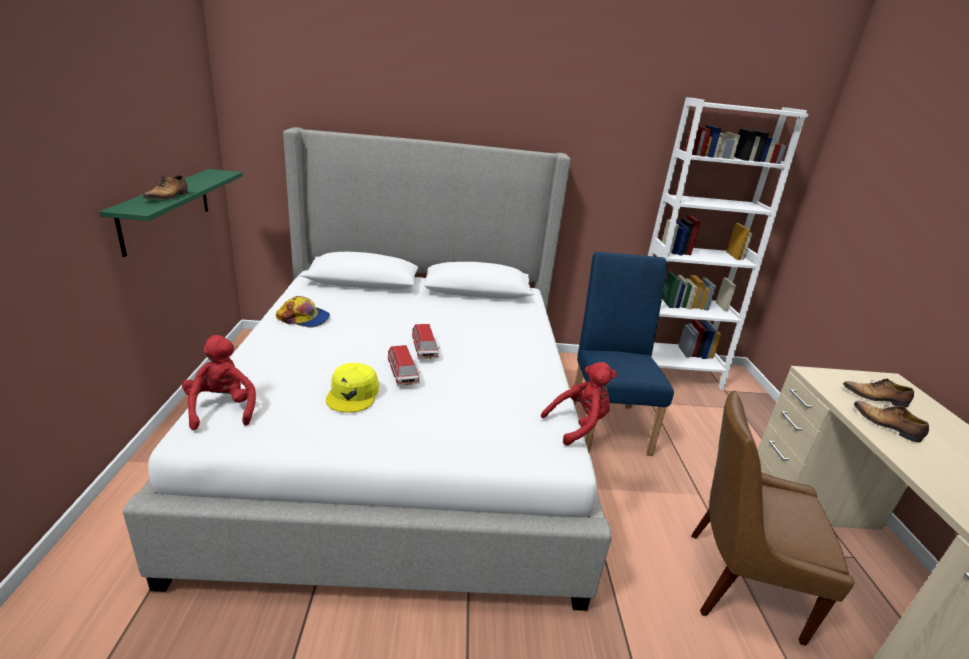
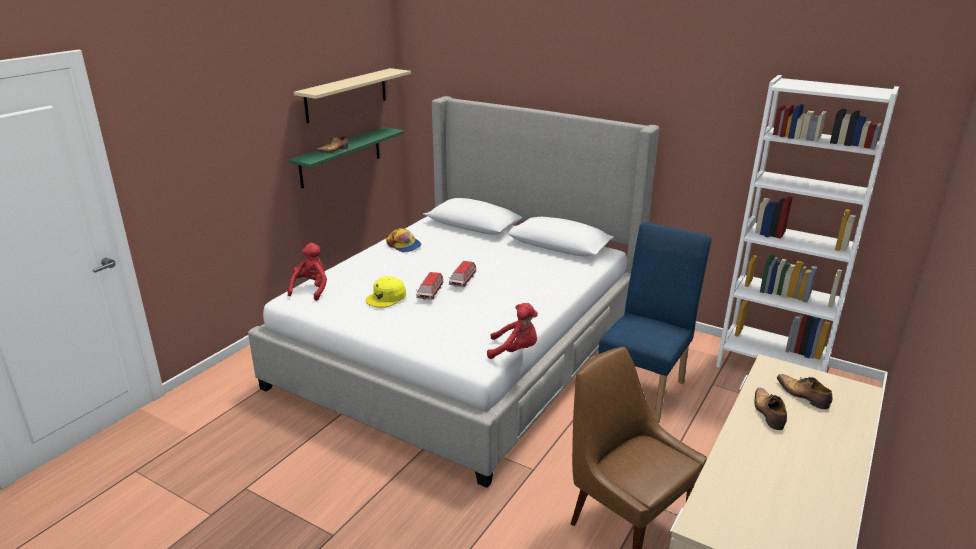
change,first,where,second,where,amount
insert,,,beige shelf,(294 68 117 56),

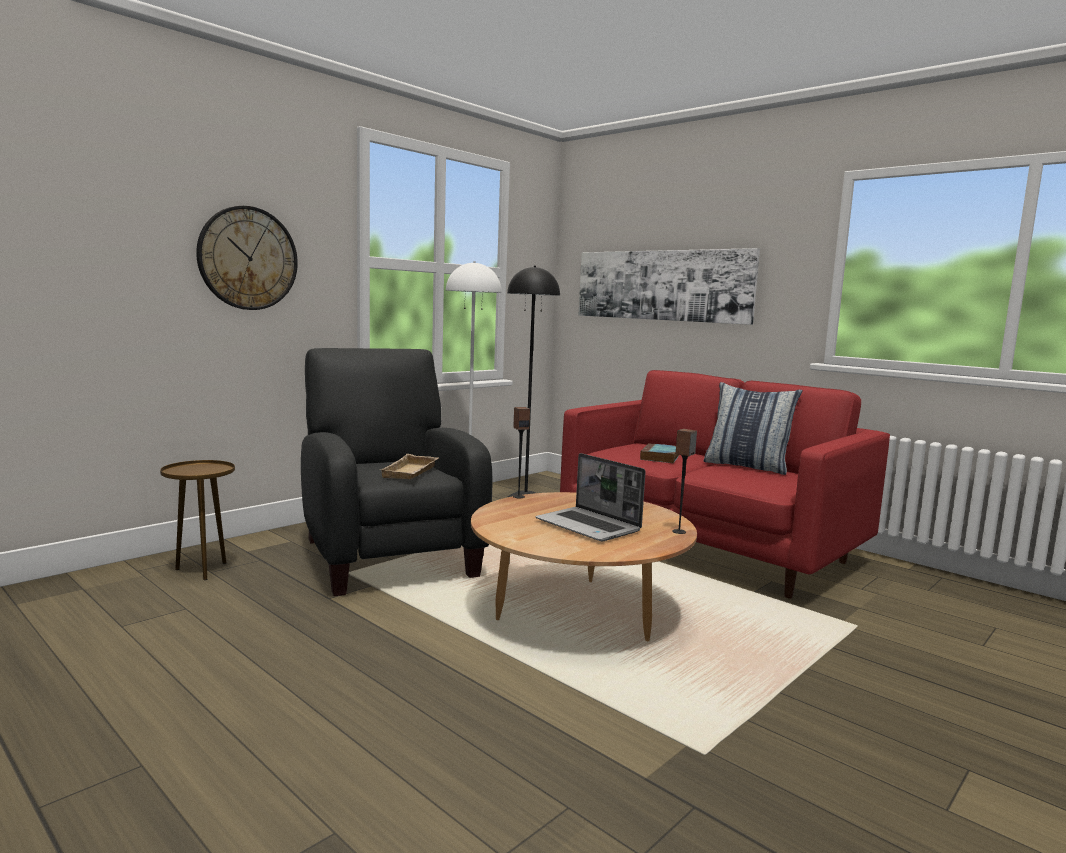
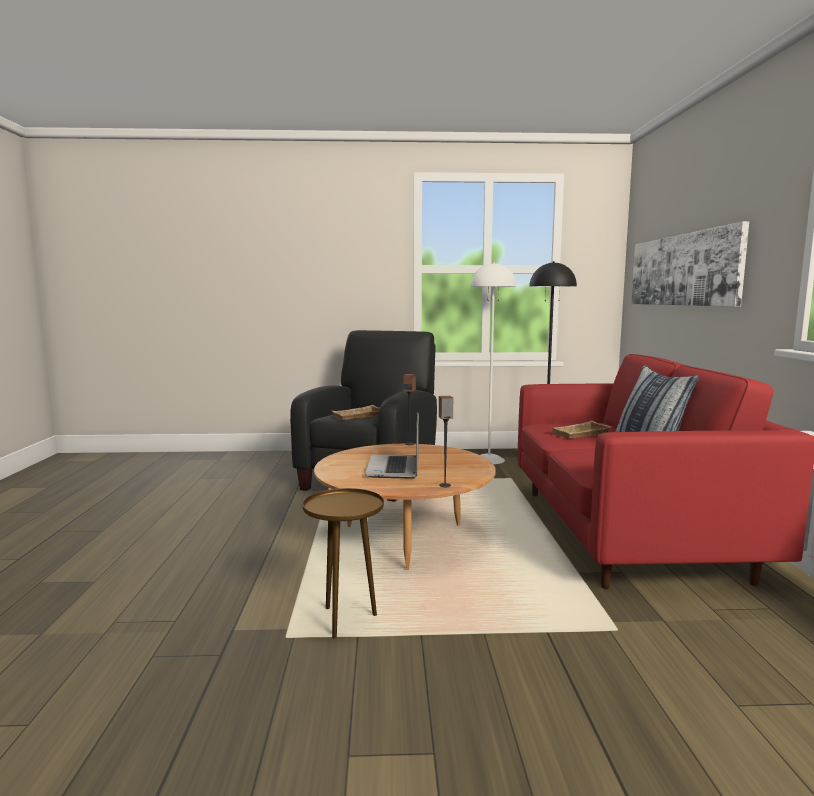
change,first,where,second,where,amount
move,brown side table,(160 460 75 120),,(303 488 81 151),
replace,book,(640 443 39 20),beige tray,(552 421 59 17),
delete,wall clock,(196 206 102 104),,,

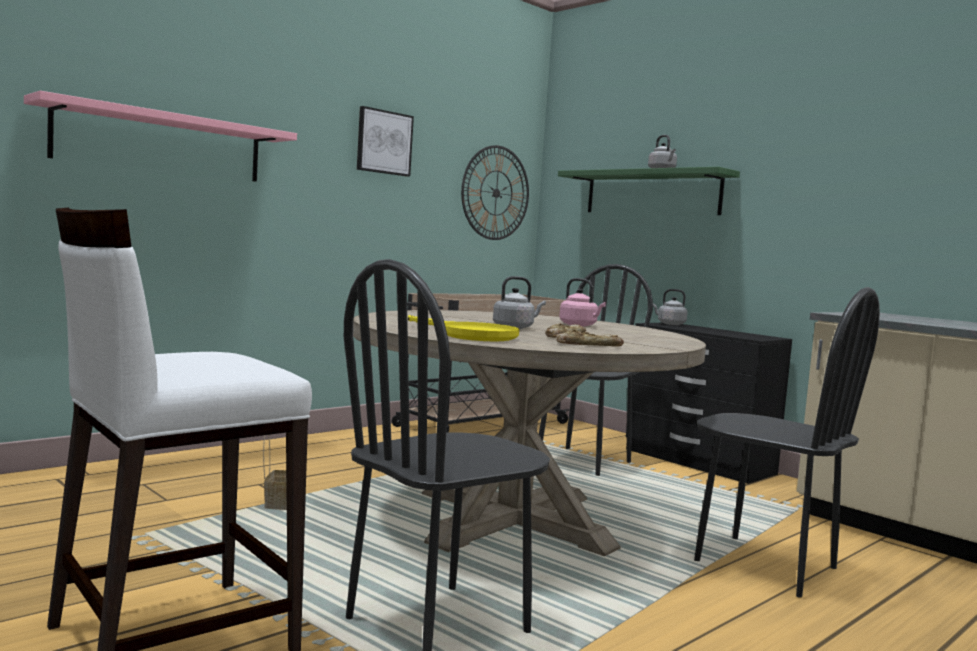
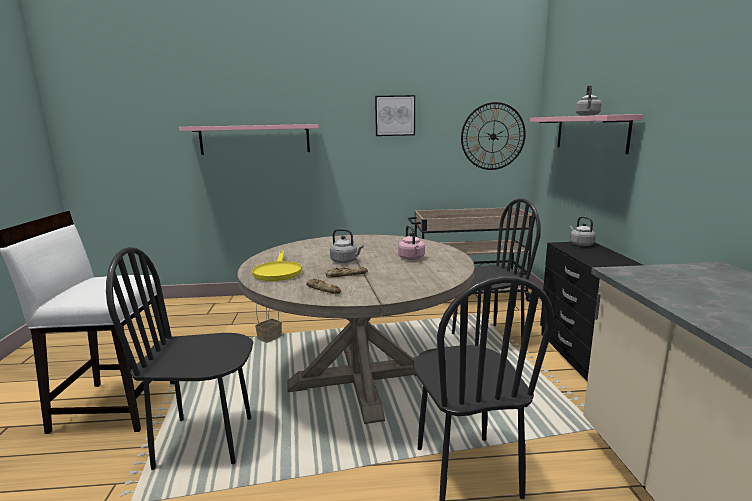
change,first,where,second,where,amount
recolor,green shelf,(558 167 182 48),pink shelf,(530 114 113 40),

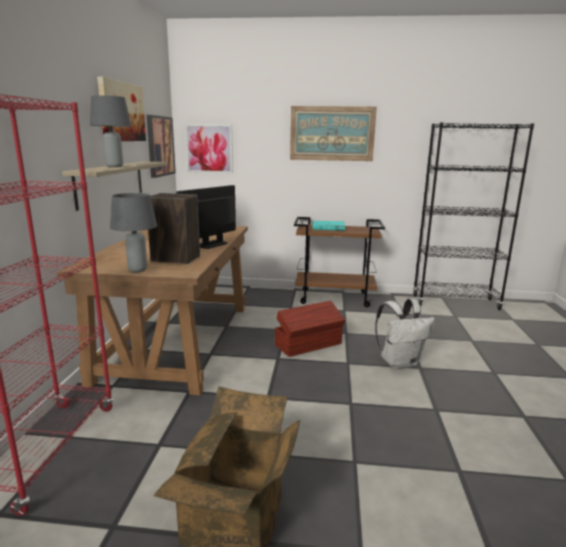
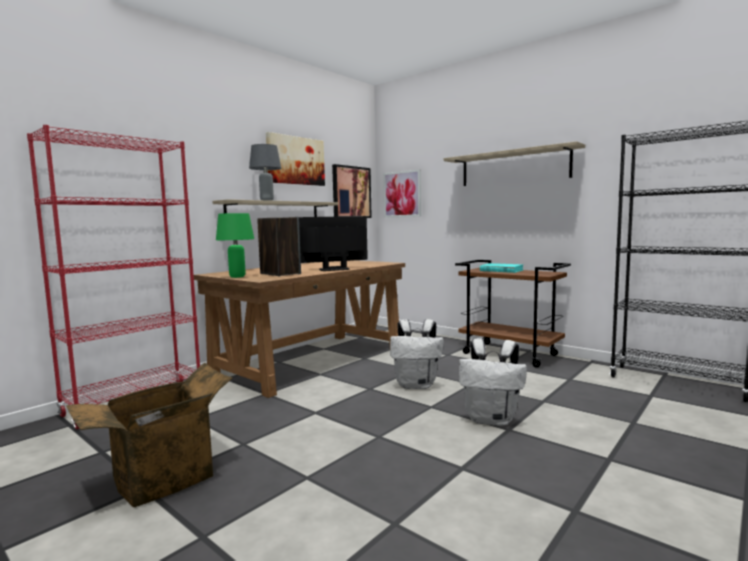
change,first,where,second,where,amount
recolor,grey table lamp,(110 193 47 79),green table lamp,(216 213 38 65),
replace,brown storage box,(275 301 70 56),white backpack,(390 319 54 70),
replace,picture,(290 106 87 55),shelf,(444 141 141 45),

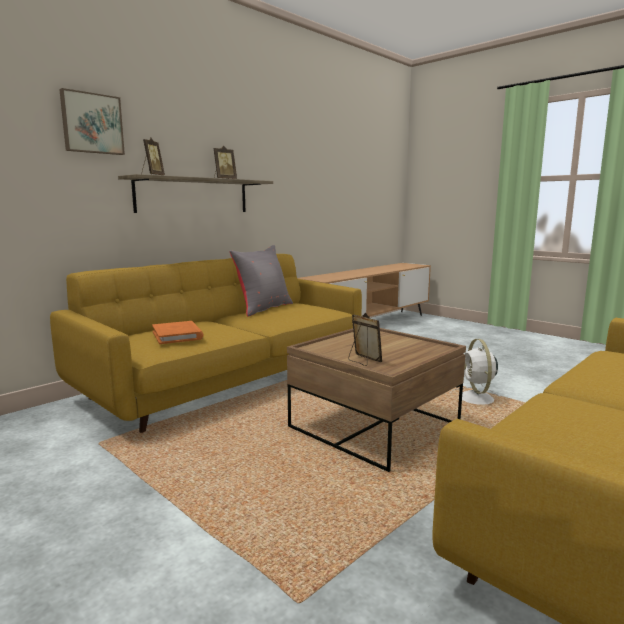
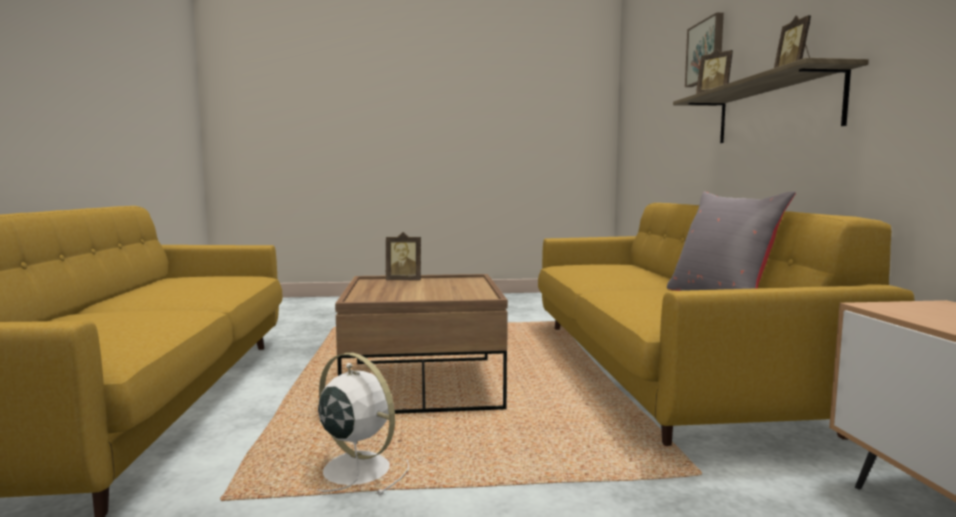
change,first,where,second,where,amount
delete,orange book,(152 321 51 23),,,

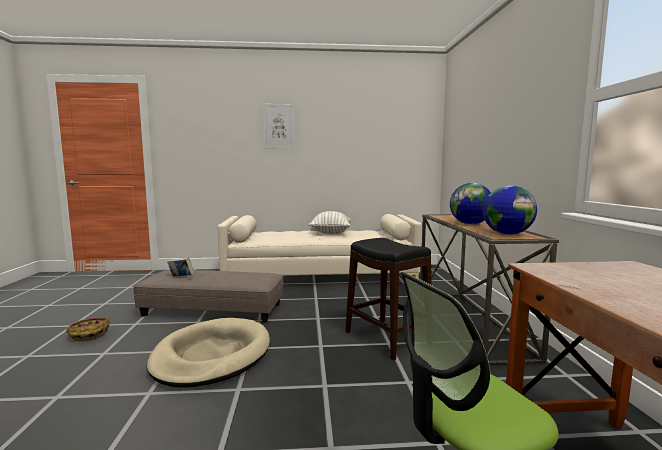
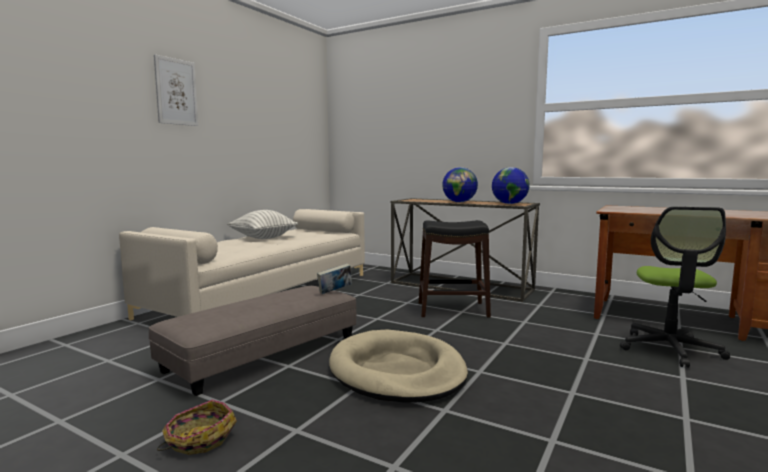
change,first,where,second,where,amount
move,book,(167 258 28 19),,(317 263 35 31),

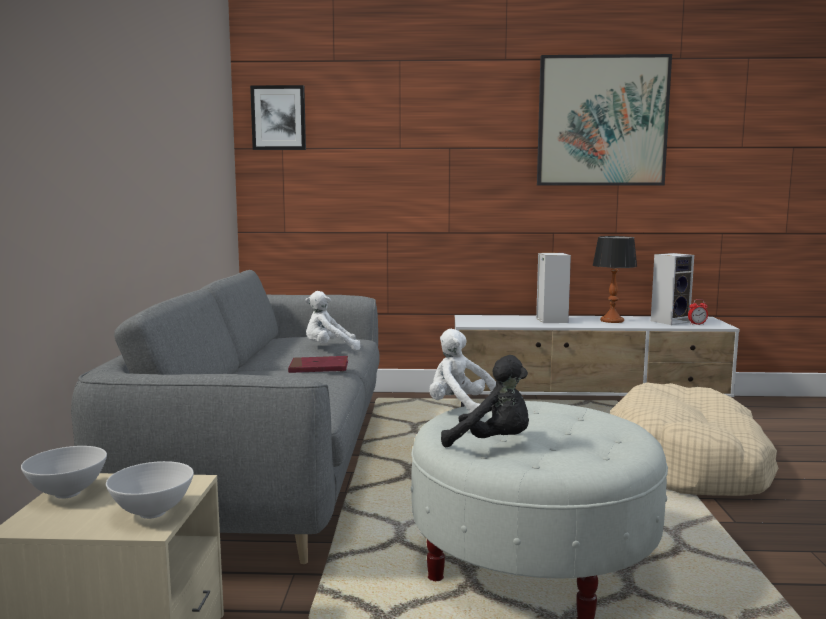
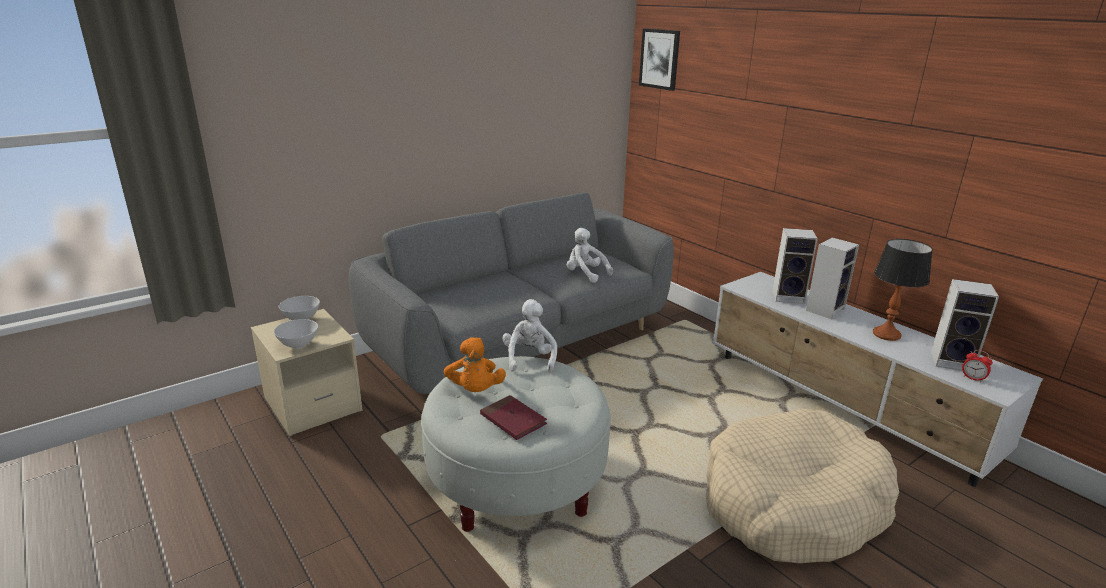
change,first,where,second,where,amount
recolor,black plush toy,(441 355 88 92),orange plush toy,(444 337 62 55),
move,red book,(288 356 60 17),,(480 395 67 45),
insert,,,speaker,(772 228 46 76),
delete,picture,(537 54 135 131),,,

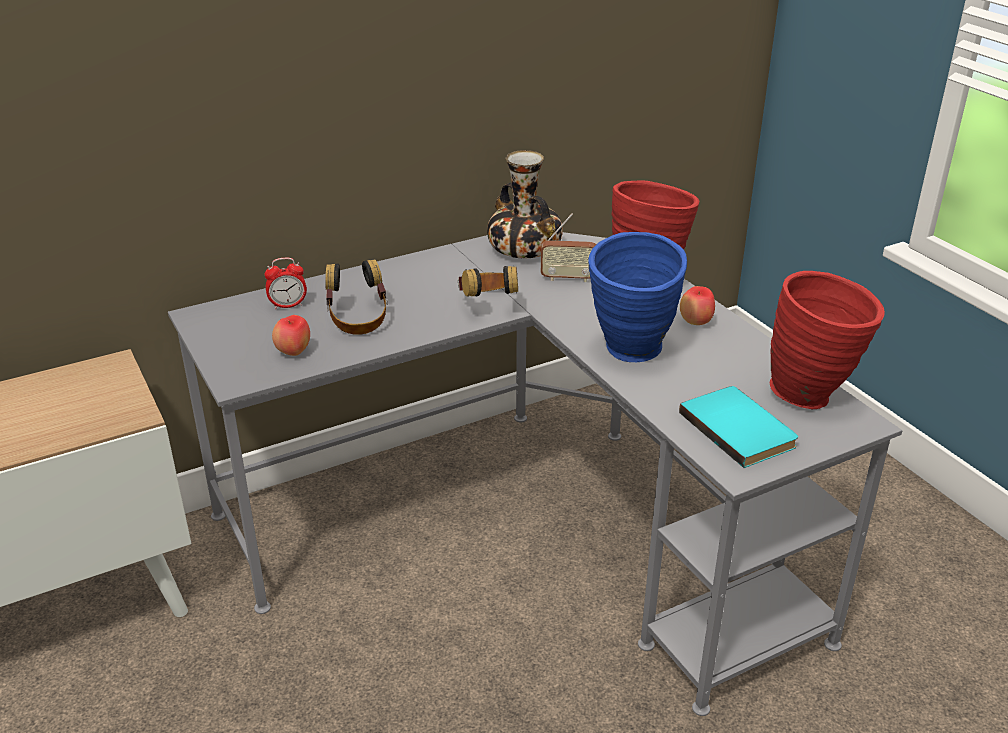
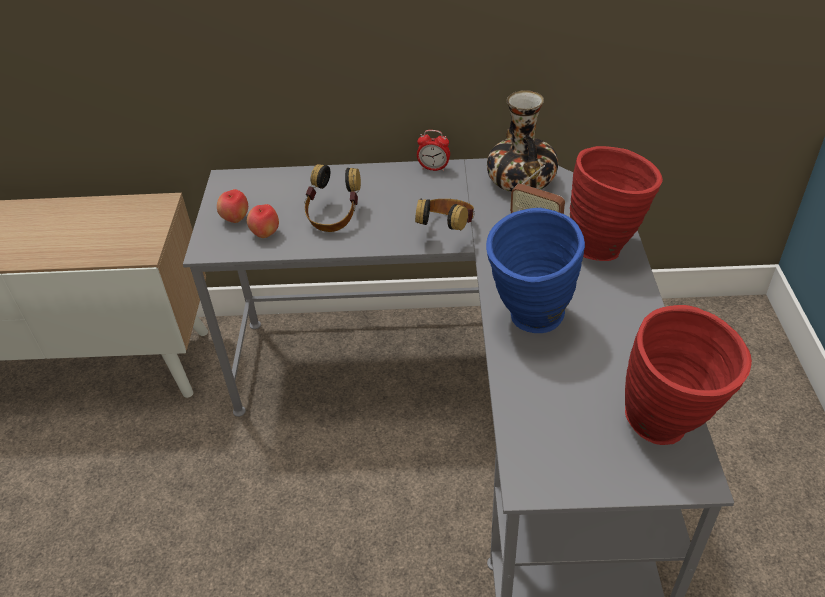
change,first,where,second,where,amount
move,apple,(680 286 35 39),,(217 189 31 34),
move,alarm clock,(264 258 43 51),,(417 130 33 41),
delete,turquoise book,(679 386 119 82),,,

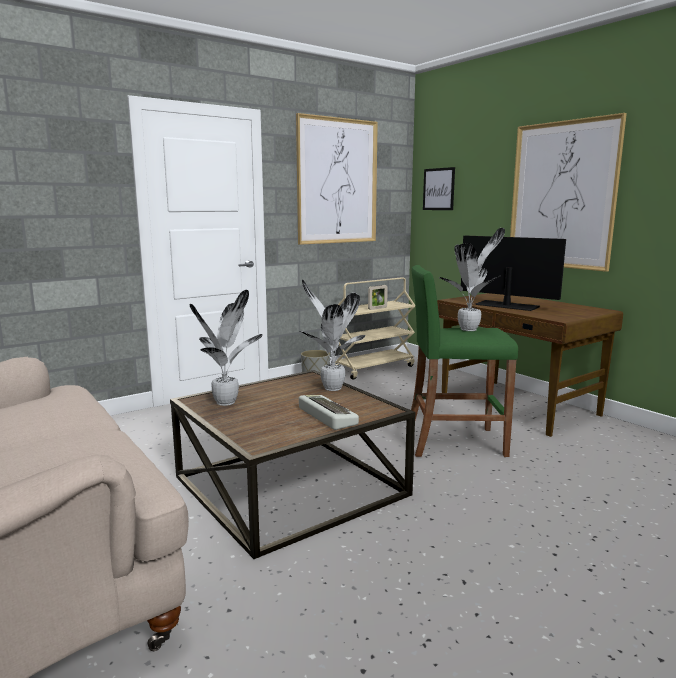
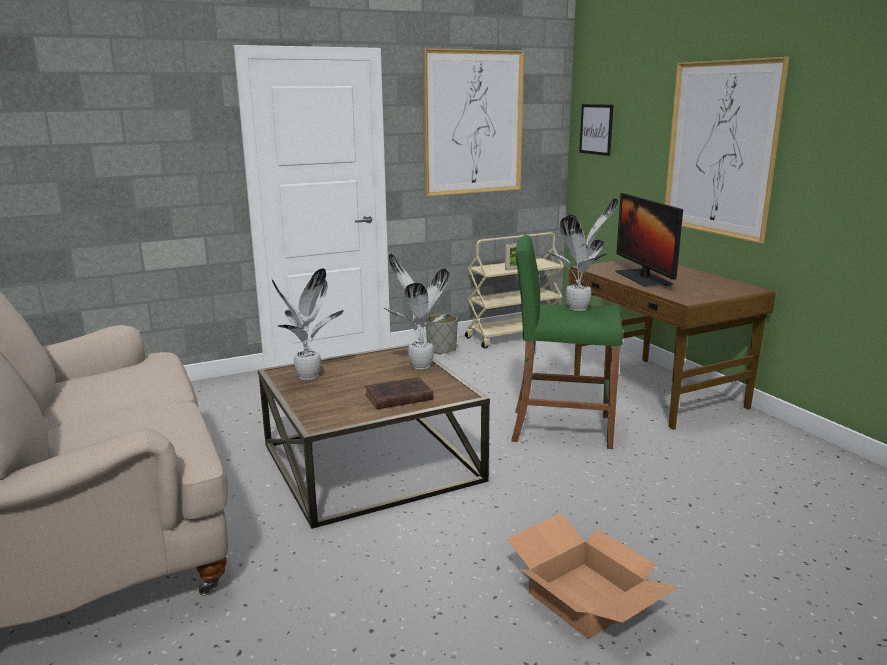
change,first,where,second,where,amount
replace,keyboard,(299 395 60 35),brown book,(365 377 68 32),
insert,,,cardboard box,(506 513 173 126),
rotate,monitor,(461 236 105 75),,(616 193 67 94),150 degrees counterclockwise

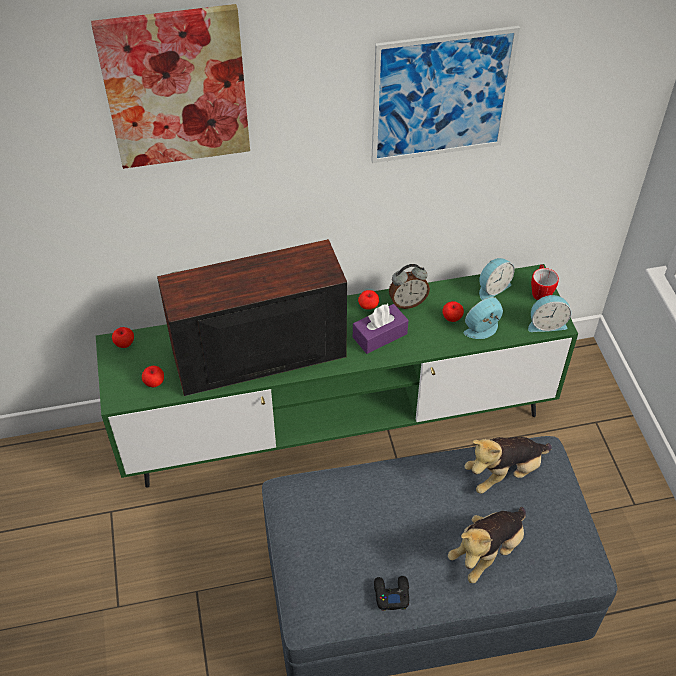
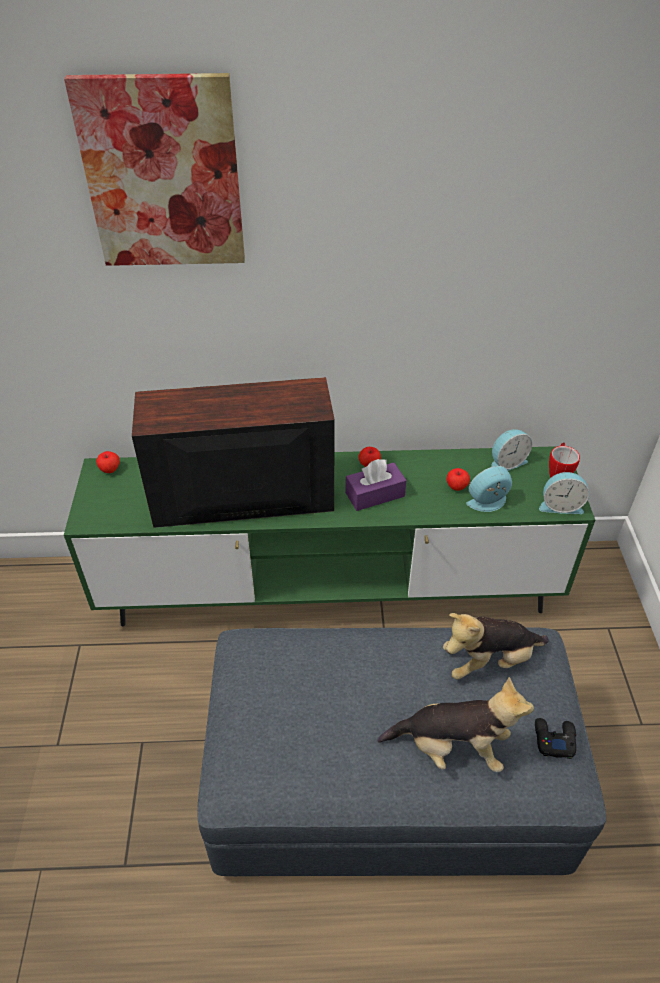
change,first,where,second,where,amount
rotate,plush toy,(448 507 78 76),,(377 677 157 95),135 degrees counterclockwise
move,black game controller,(374 576 35 35),,(535 718 41 41),
delete,apple,(142 366 22 21),,,
delete,picture,(371 26 149 137),,,
delete,alarm clock,(389 264 41 45),,,

